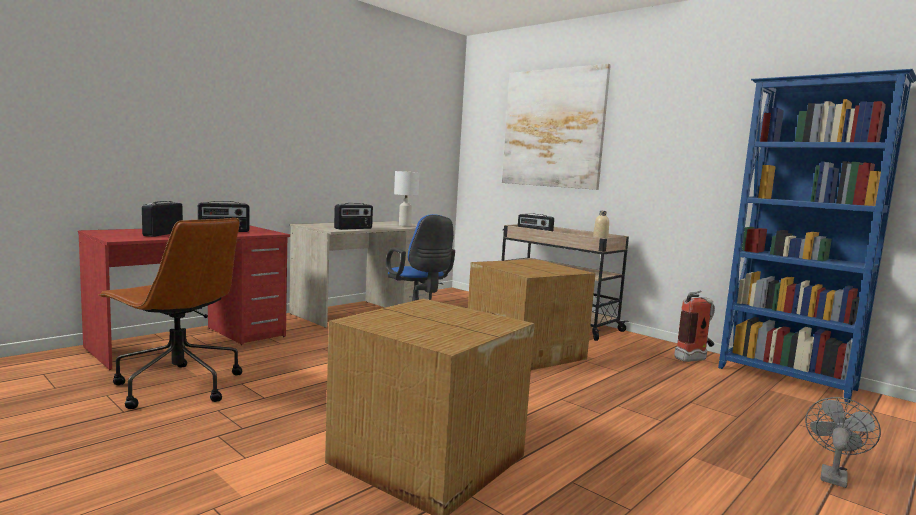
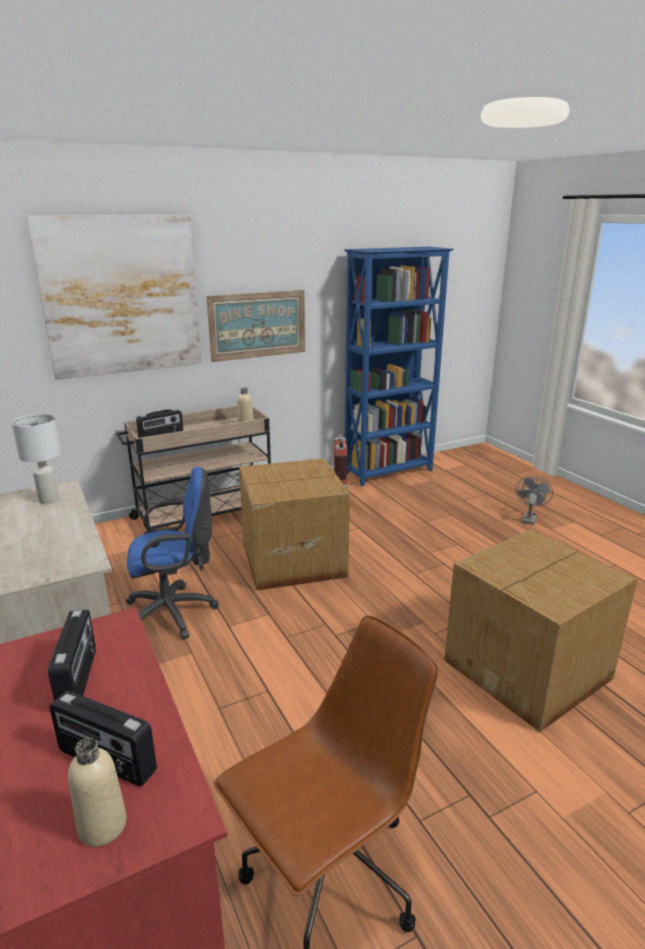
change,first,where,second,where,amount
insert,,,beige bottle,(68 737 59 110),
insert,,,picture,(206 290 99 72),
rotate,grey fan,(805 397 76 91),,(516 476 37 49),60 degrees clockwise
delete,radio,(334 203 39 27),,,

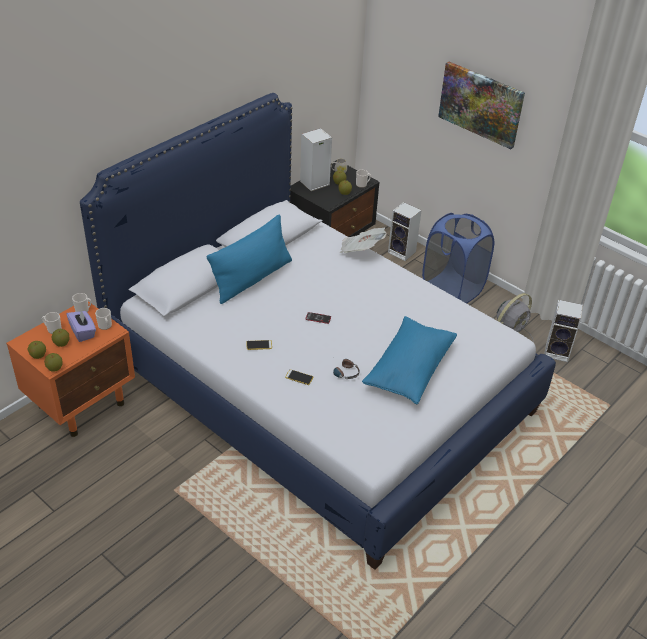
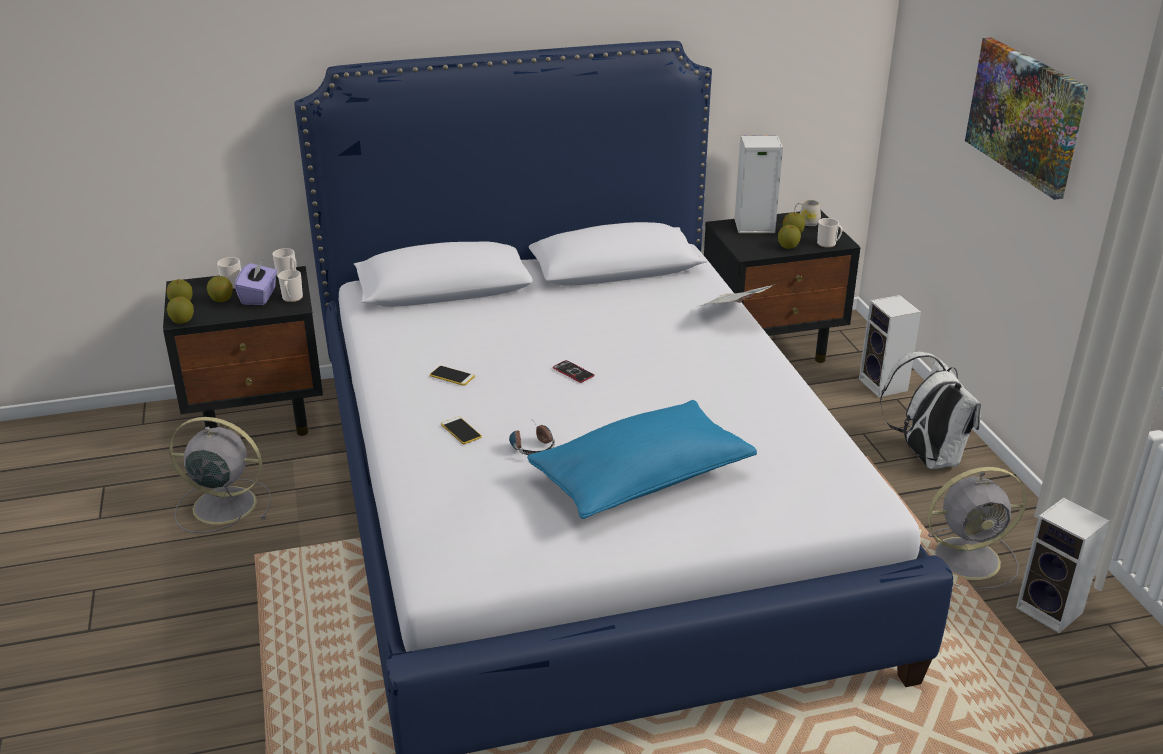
change,first,where,second,where,amount
recolor,orange nightstand,(6 301 129 136),black nightstand,(163 266 160 170),
insert,,,grey fan,(169 417 102 116),
replace,blue laundry basket,(422 213 72 91),white backpack,(880 352 101 117),
delete,blue pillow,(207 214 85 90),,,

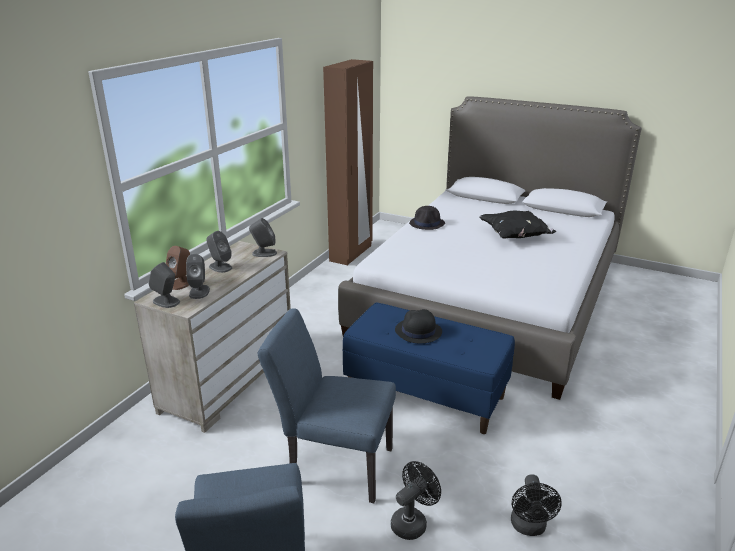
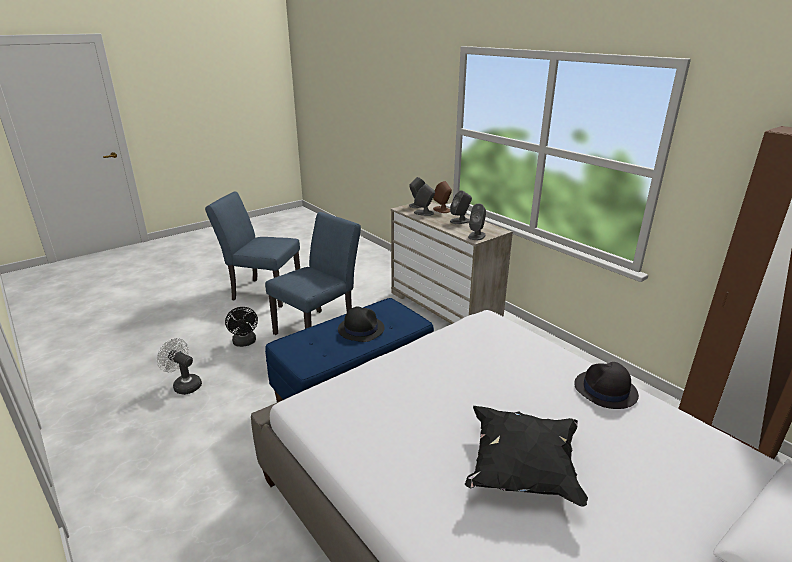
change,first,where,second,where,amount
recolor,black fan,(511 474 51 62),white fan,(157 338 45 57),

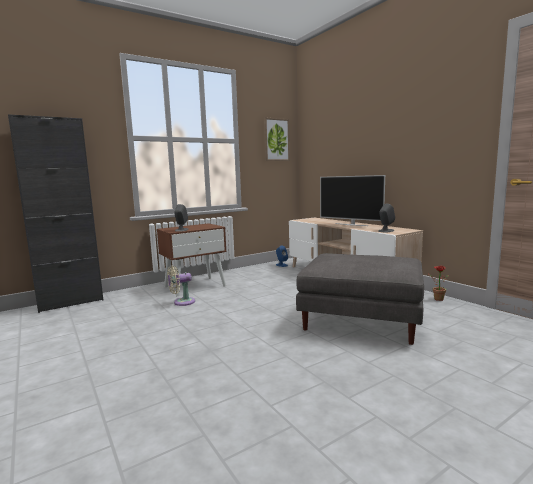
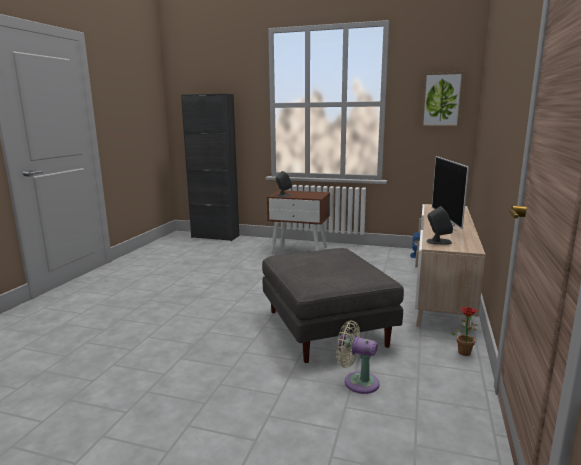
change,first,where,second,where,amount
move,beige fan,(167 266 28 40),,(336 320 43 74),

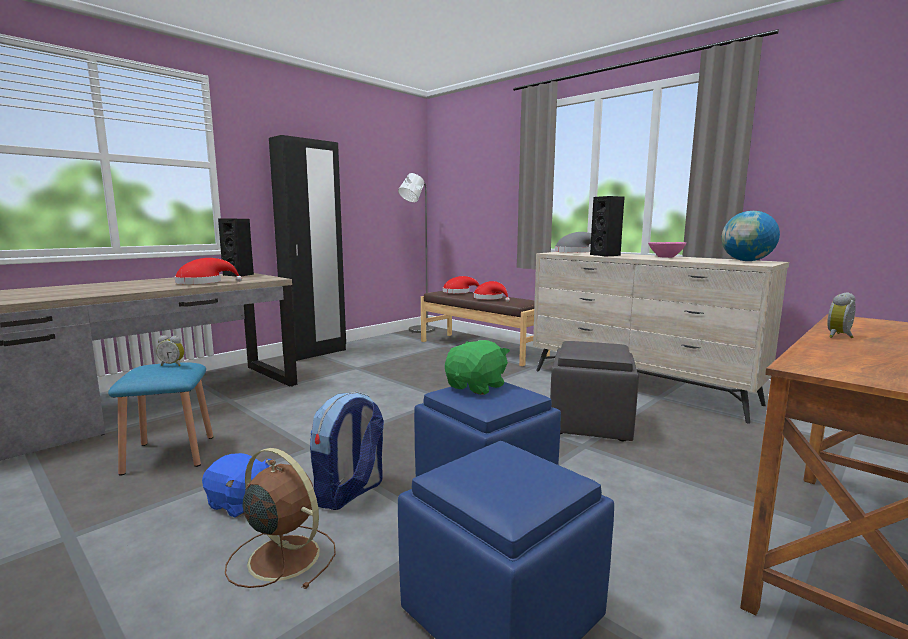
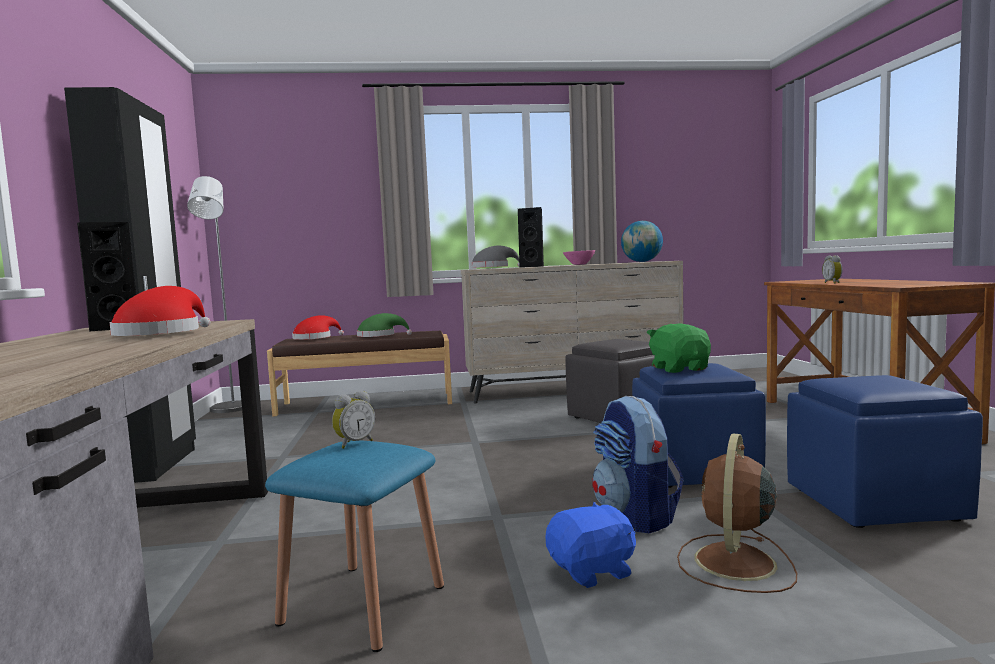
change,first,where,second,where,amount
recolor,red hat,(473 281 37 21),green hat,(357 313 55 24),
rotate,brown fan,(225 448 111 141),,(677 433 120 160),45 degrees counterclockwise

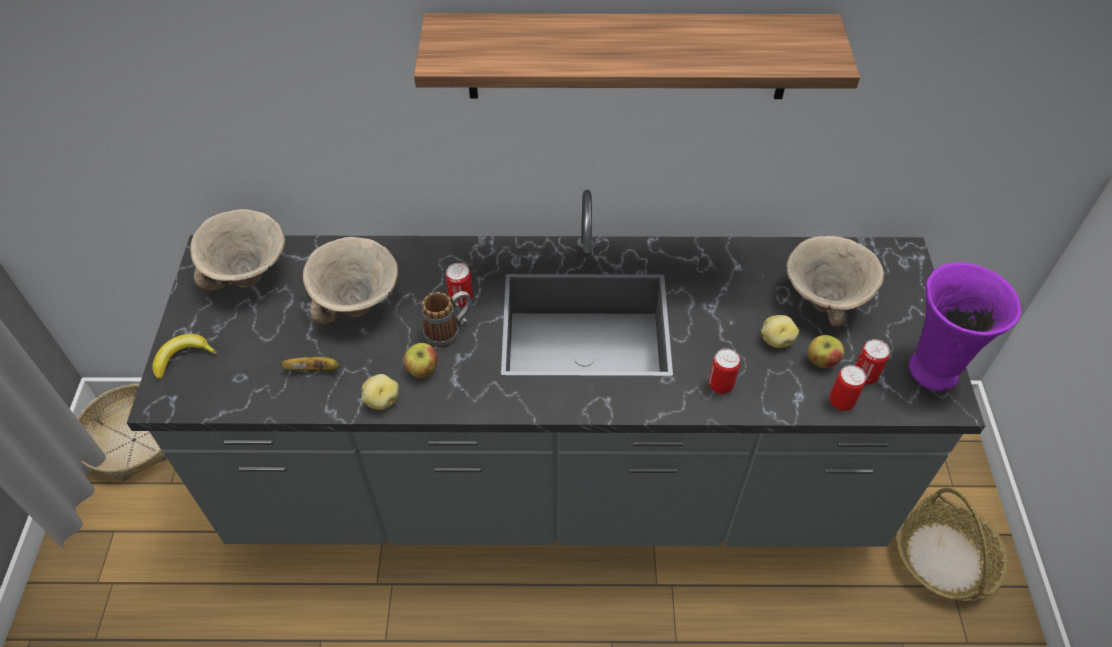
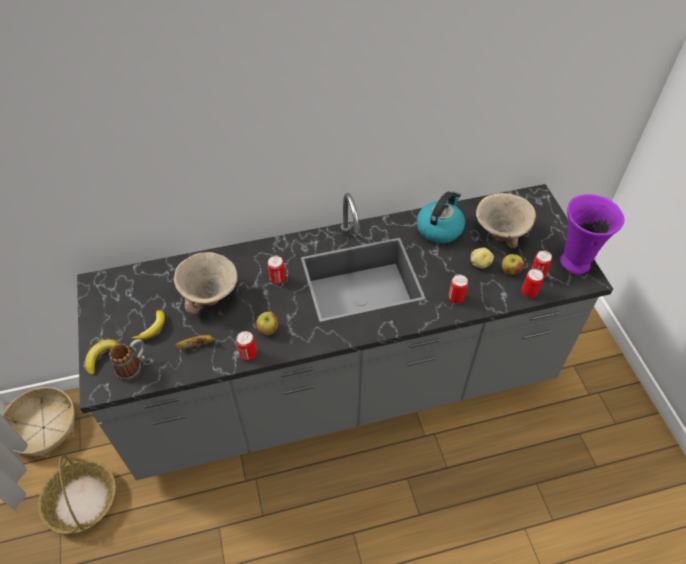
change,first,where,second,where,amount
move,basket,(897 488 111 113),,(38 455 78 79),
move,mug,(422 291 50 56),,(109 339 36 42),
insert,,,banana,(131 310 34 30),
replace,potato,(362 374 37 36),can,(236 331 21 30),
insert,,,kettle,(417 191 48 52),
delete,beige bowl,(190 209 95 82),,,
delete,shelf,(414 13 446 86),,,

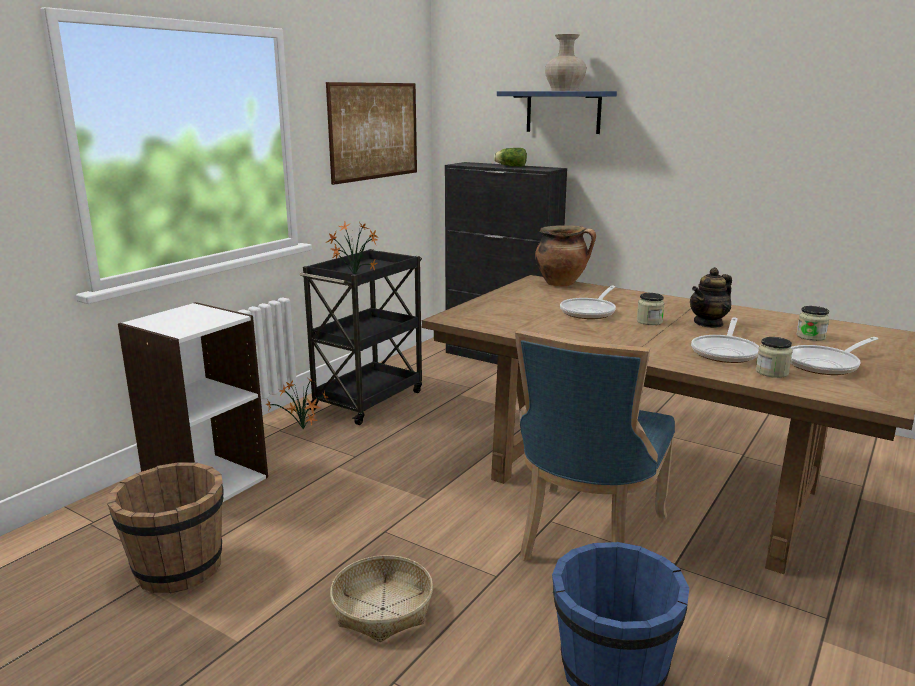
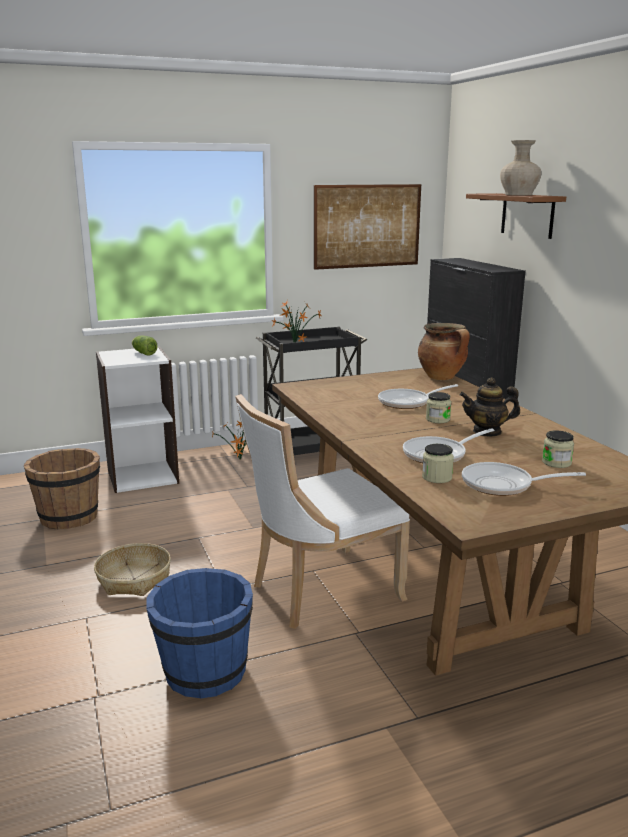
change,first,where,second,where,amount
move,lettuce,(494 148 33 19),,(132 335 26 21),
recolor,blue chair,(515 329 160 232),white chair,(235 394 175 235),
recolor,blue shelf,(497 91 120 43),brown shelf,(466 193 100 46),

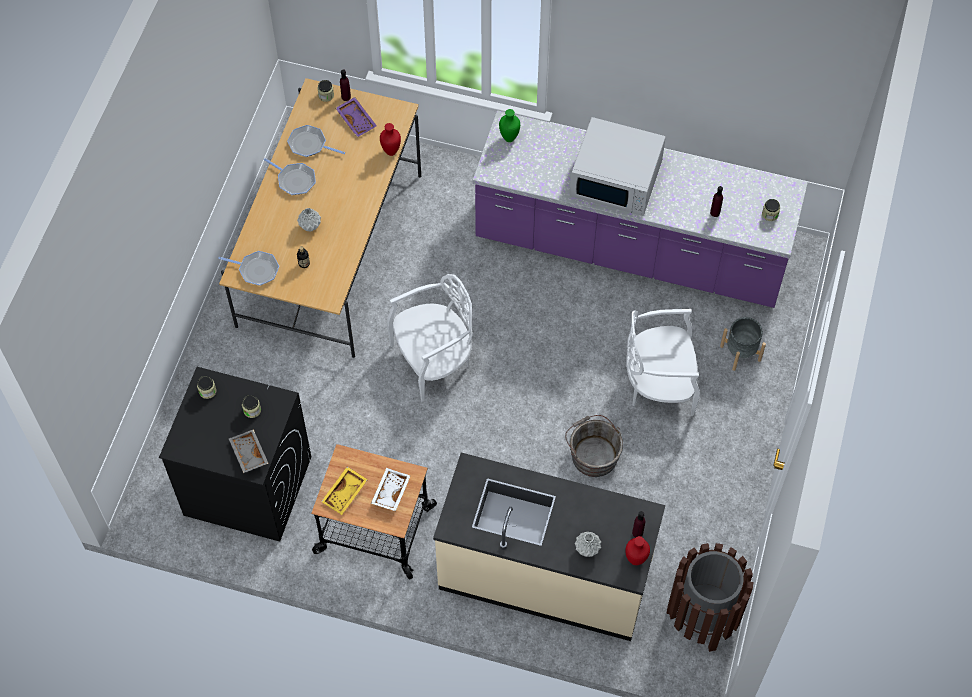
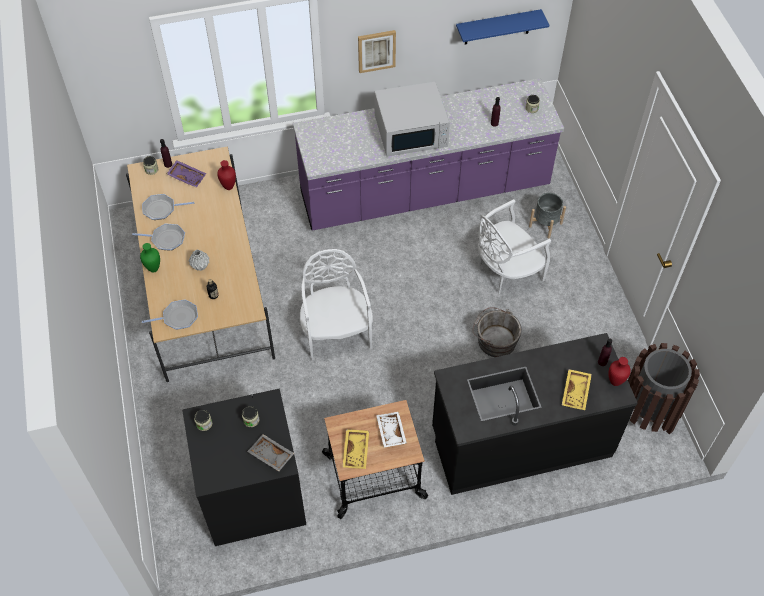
change,first,where,second,where,amount
move,green vase,(499 109 21 33),,(140 243 20 30),
rotate,white chair,(387 274 86 128),,(300 249 73 111),45 degrees counterclockwise
insert,,,picture,(358 30 38 43),
recolor,beige counter,(433 453 232 188),black counter,(432 333 205 162),
insert,,,blue shelf,(456 9 93 36),
replace,grey vase,(575 532 26 25),yellow tray,(562 369 30 41),

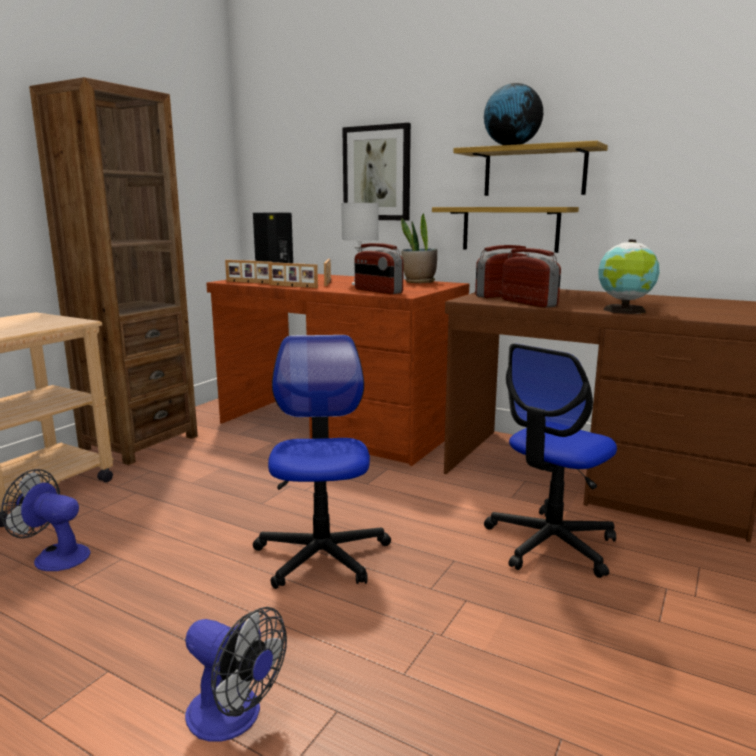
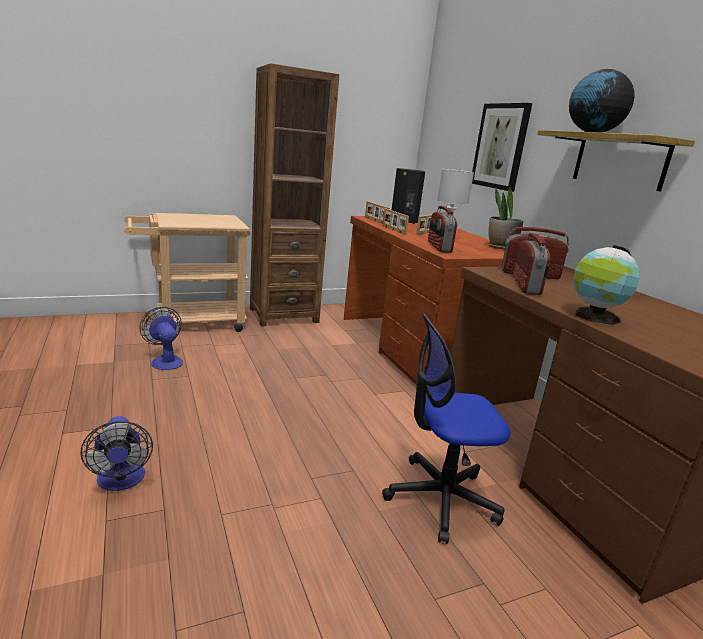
change,first,where,second,where,amount
delete,office chair,(253 335 138 254),,,
delete,shelf,(432 207 147 46),,,

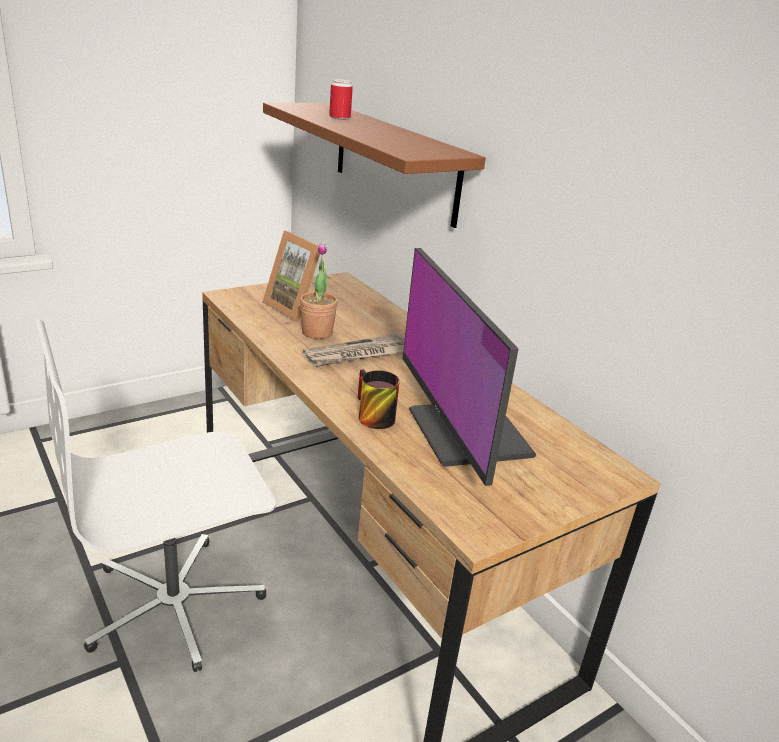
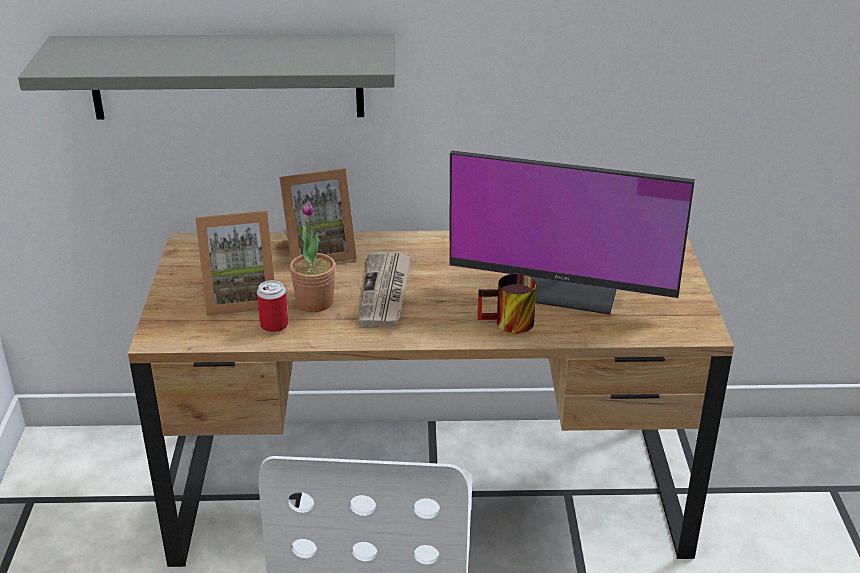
change,first,where,second,where,amount
recolor,brown shelf,(263 103 223 125),grey shelf,(18 34 377 86),
move,can,(329 79 24 41),,(257 280 31 52),
insert,,,picture frame,(279 168 78 94),

